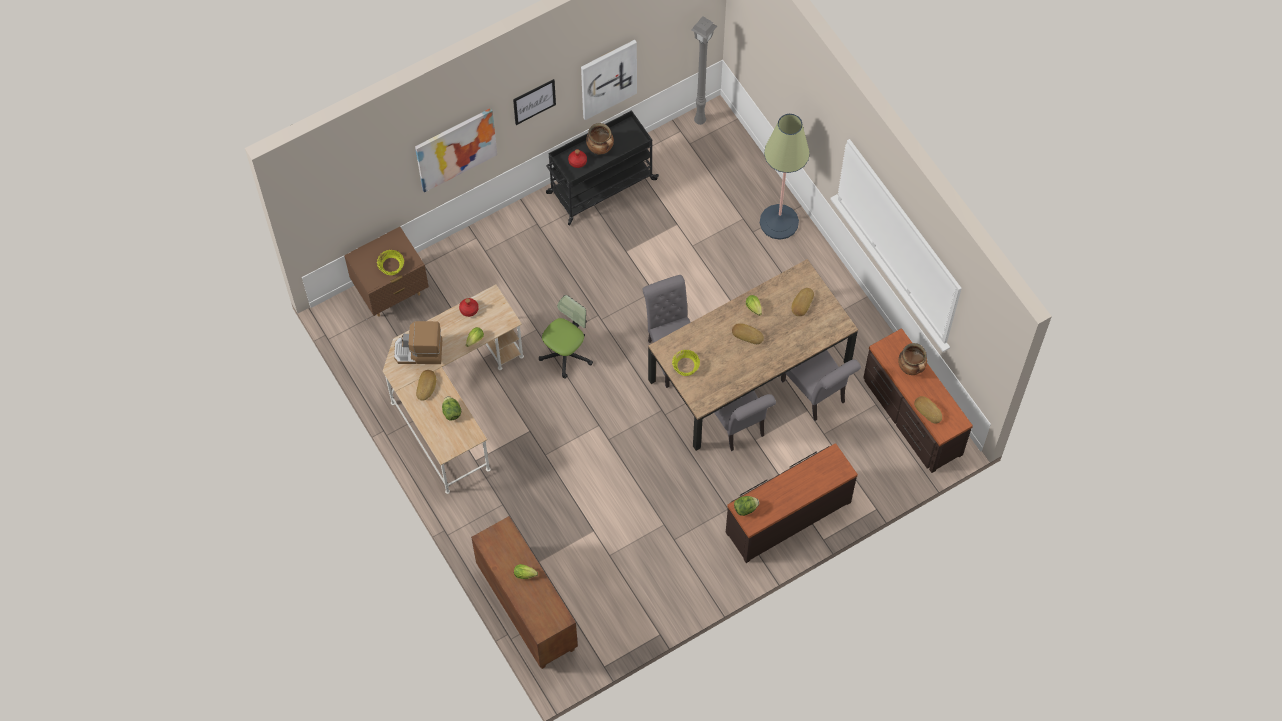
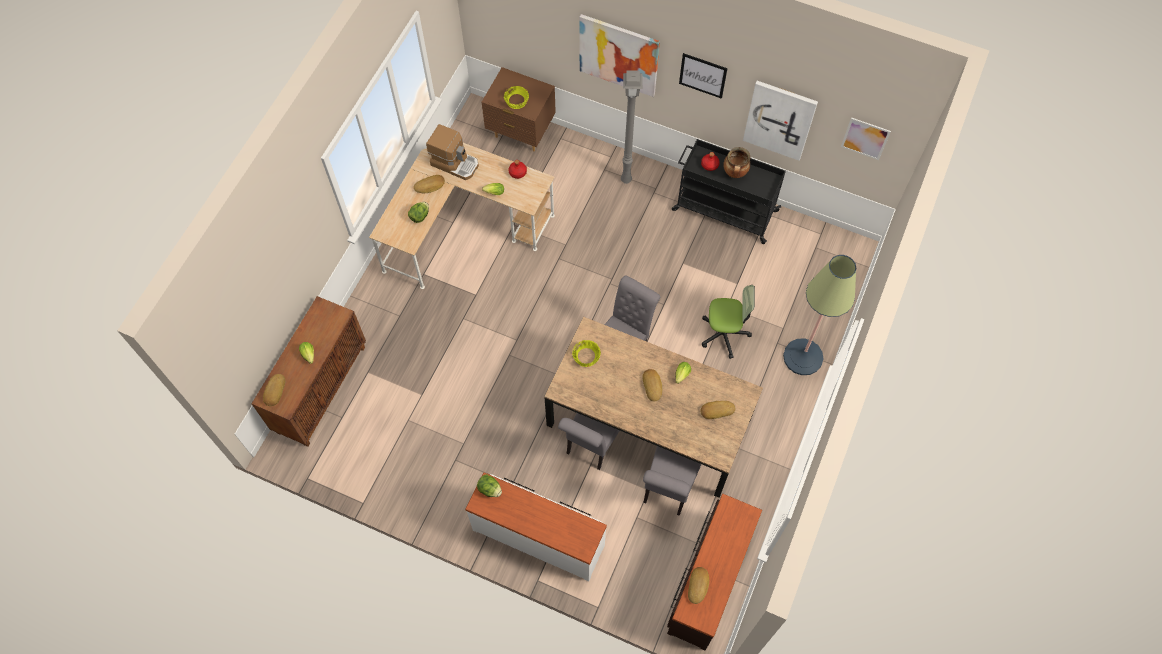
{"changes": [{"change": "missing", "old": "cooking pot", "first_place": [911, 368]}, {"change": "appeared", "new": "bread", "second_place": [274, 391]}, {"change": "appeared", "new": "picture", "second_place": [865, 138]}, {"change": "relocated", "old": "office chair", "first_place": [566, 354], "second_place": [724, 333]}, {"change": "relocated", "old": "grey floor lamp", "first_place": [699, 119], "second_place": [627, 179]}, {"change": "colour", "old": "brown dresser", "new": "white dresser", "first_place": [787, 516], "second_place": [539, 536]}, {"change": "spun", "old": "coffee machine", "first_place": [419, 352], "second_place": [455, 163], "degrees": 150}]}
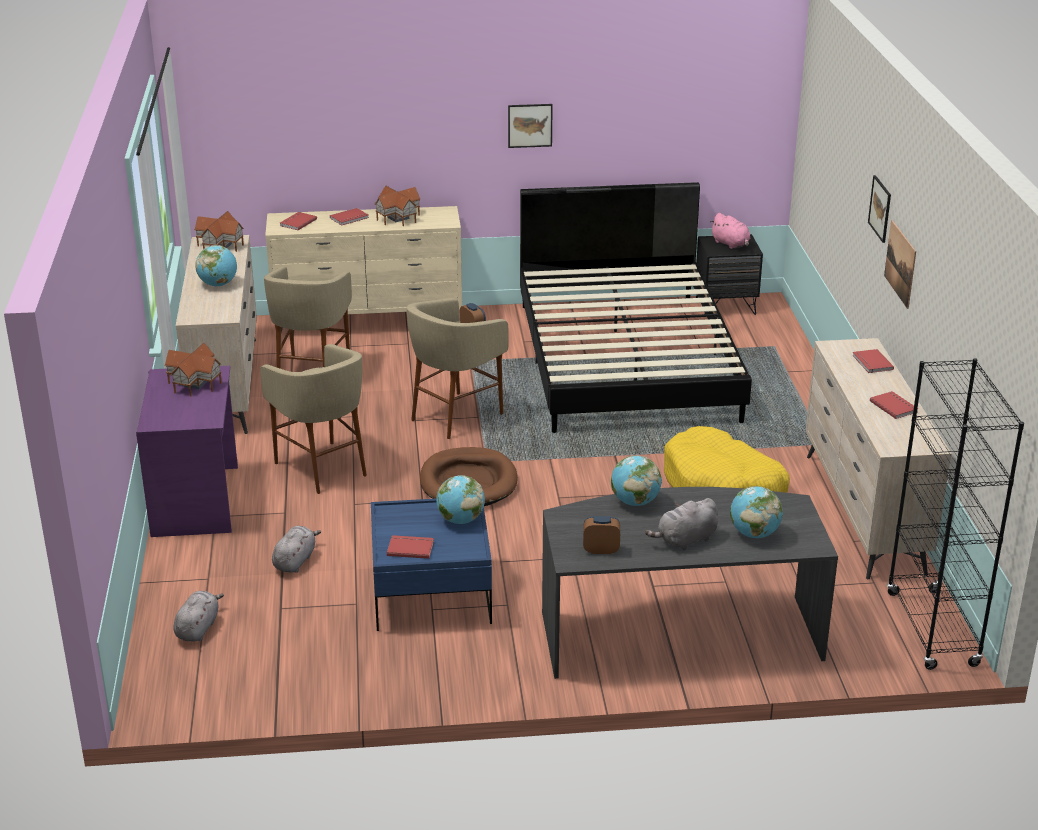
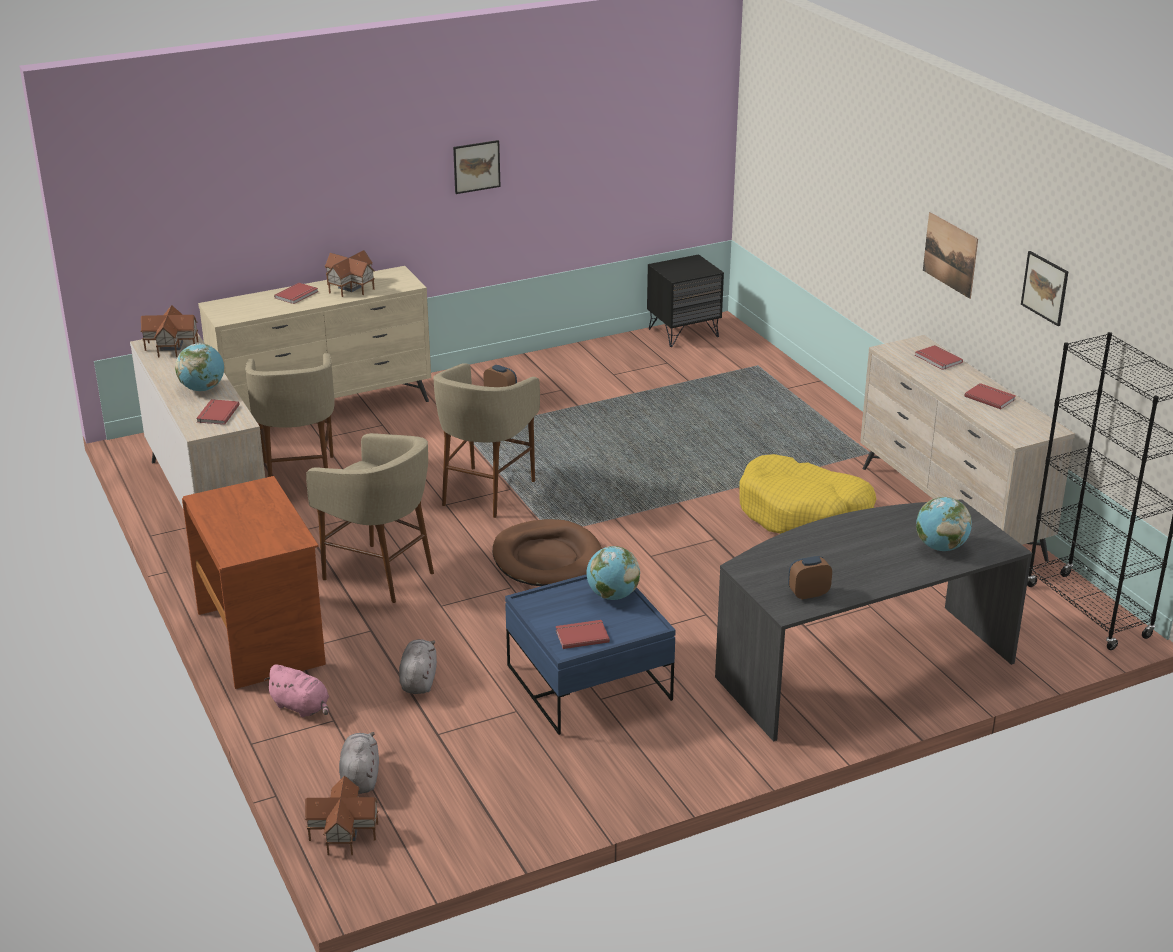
{"changes": [{"change": "missing", "old": "black bed", "first_place": [626, 360]}, {"change": "missing", "old": "globe", "first_place": [635, 502]}, {"change": "missing", "old": "grey plush toy", "first_place": [685, 540]}, {"change": "relocated", "old": "toy house", "first_place": [194, 383], "second_place": [343, 831]}, {"change": "relocated", "old": "red book", "first_place": [297, 222], "second_place": [216, 414]}, {"change": "relocated", "old": "pink plush toy", "first_place": [731, 244], "second_place": [301, 707]}, {"change": "relocated", "old": "picture", "first_place": [880, 208], "second_place": [1045, 288]}, {"change": "colour", "old": "purple desk", "new": "brown desk", "first_place": [197, 501], "second_place": [262, 638]}]}
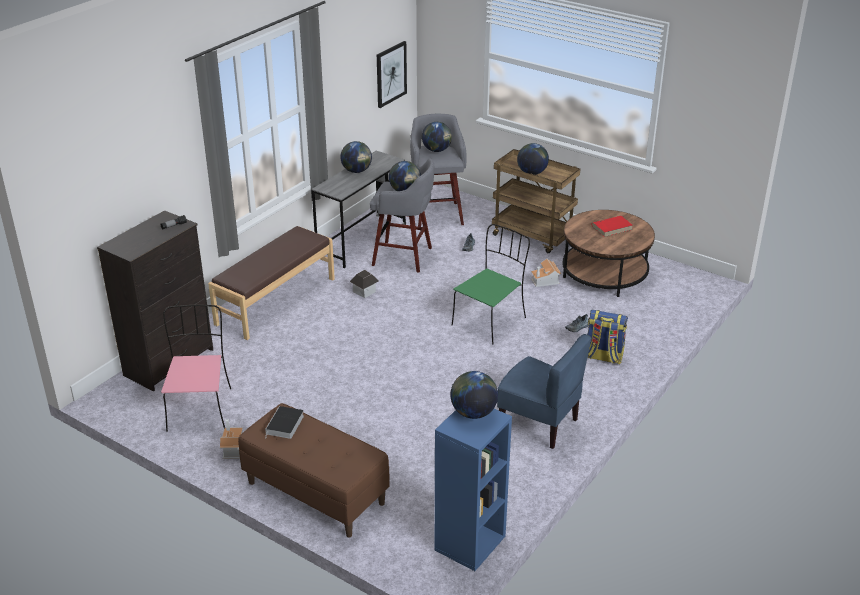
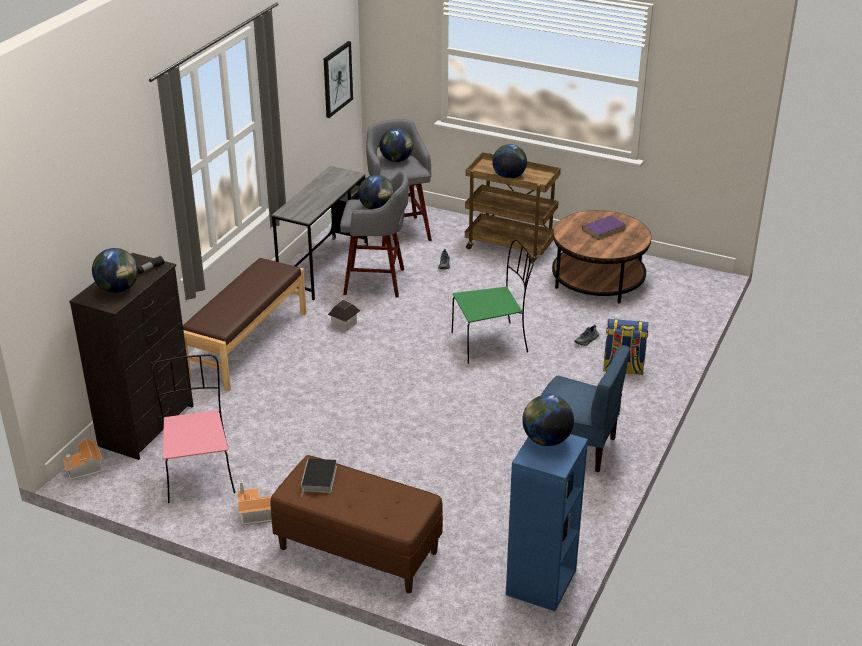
{"changes": [{"change": "relocated", "old": "globe", "first_place": [357, 171], "second_place": [118, 289]}, {"change": "relocated", "old": "toy house", "first_place": [545, 280], "second_place": [85, 468]}, {"change": "colour", "old": "red book", "new": "purple book", "first_place": [612, 228], "second_place": [604, 229]}, {"change": "spun", "old": "green chair", "first_place": [490, 321], "second_place": [491, 342], "degrees": 45}]}
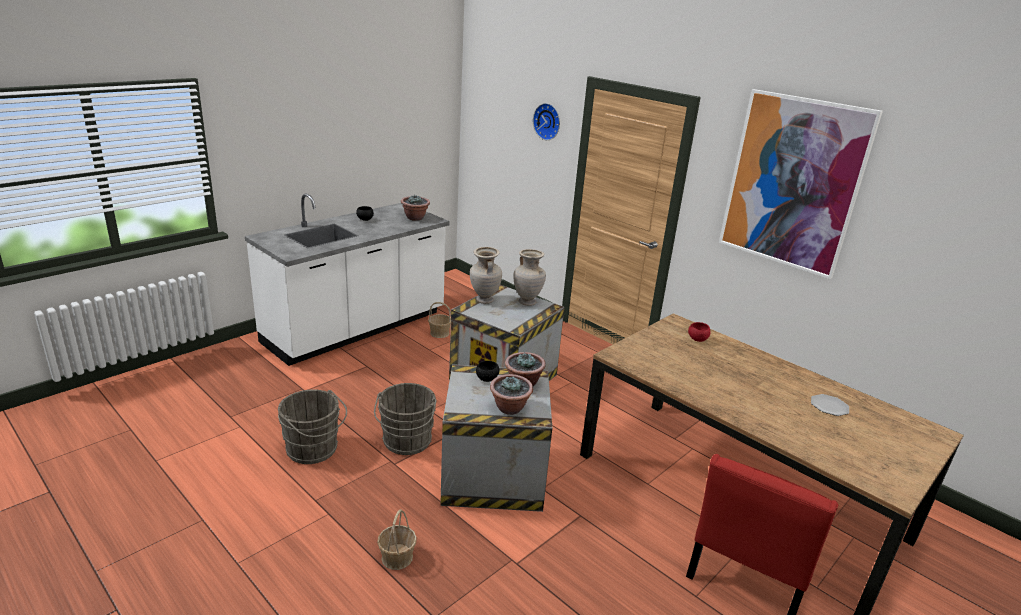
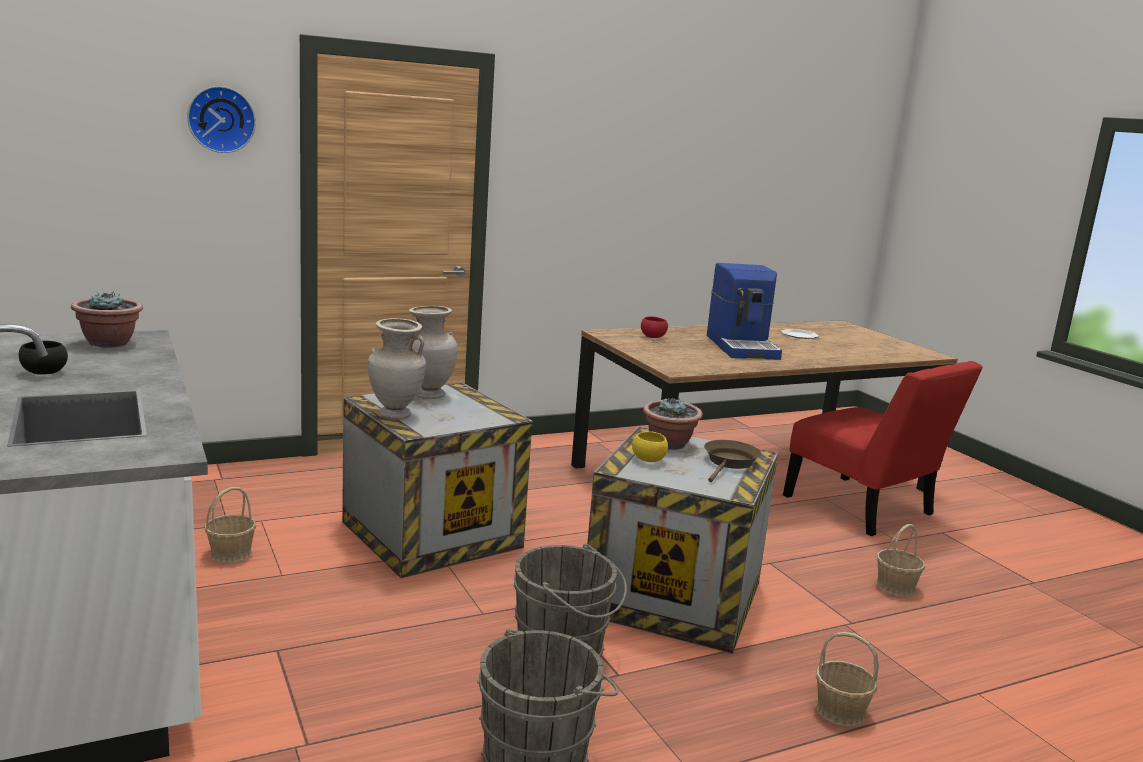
{"changes": [{"change": "missing", "old": "picture", "first_place": [793, 183]}, {"change": "appeared", "new": "coffee machine", "second_place": [743, 347]}, {"change": "appeared", "new": "basket", "second_place": [896, 587]}, {"change": "exchanged", "old": "potted plant", "new": "brown frying pan", "first_place": [510, 408], "second_place": [729, 463]}, {"change": "colour", "old": "black bowl", "new": "yellow bowl", "first_place": [487, 379], "second_place": [648, 460]}]}
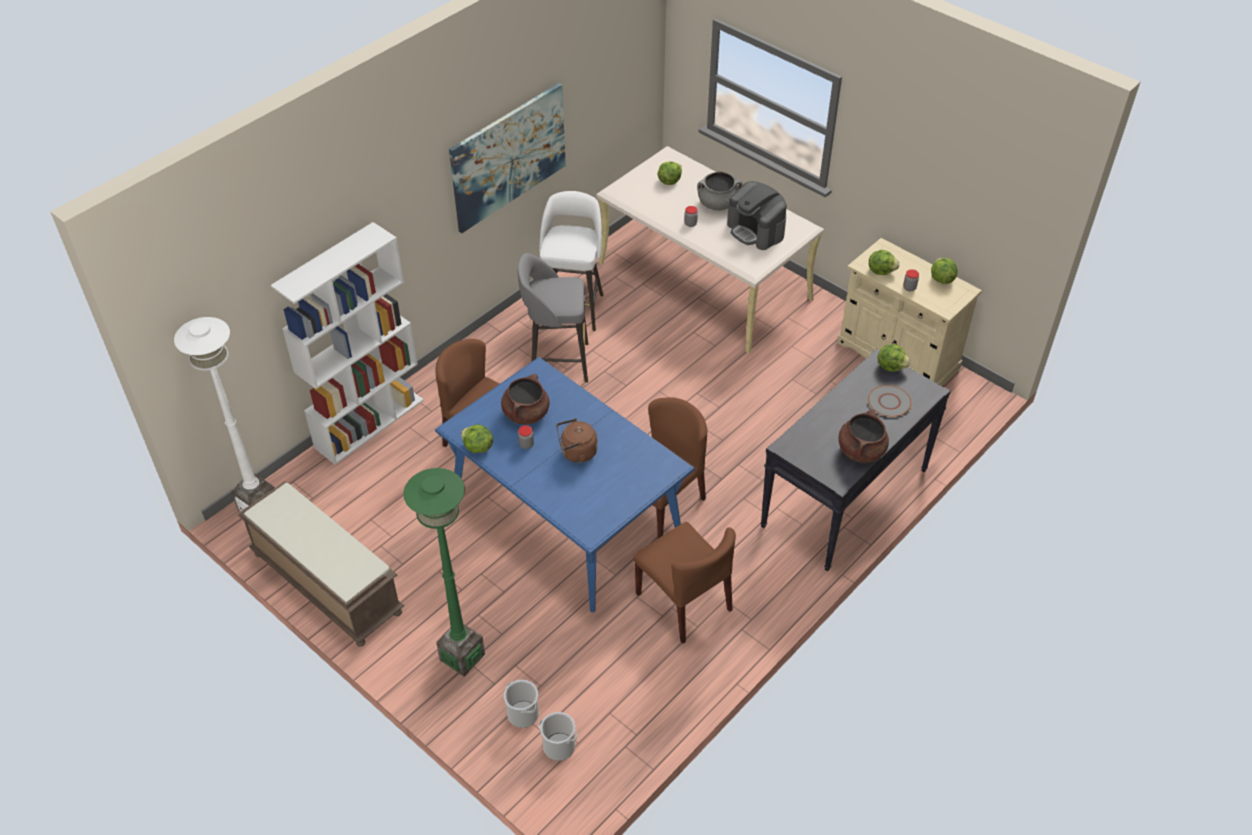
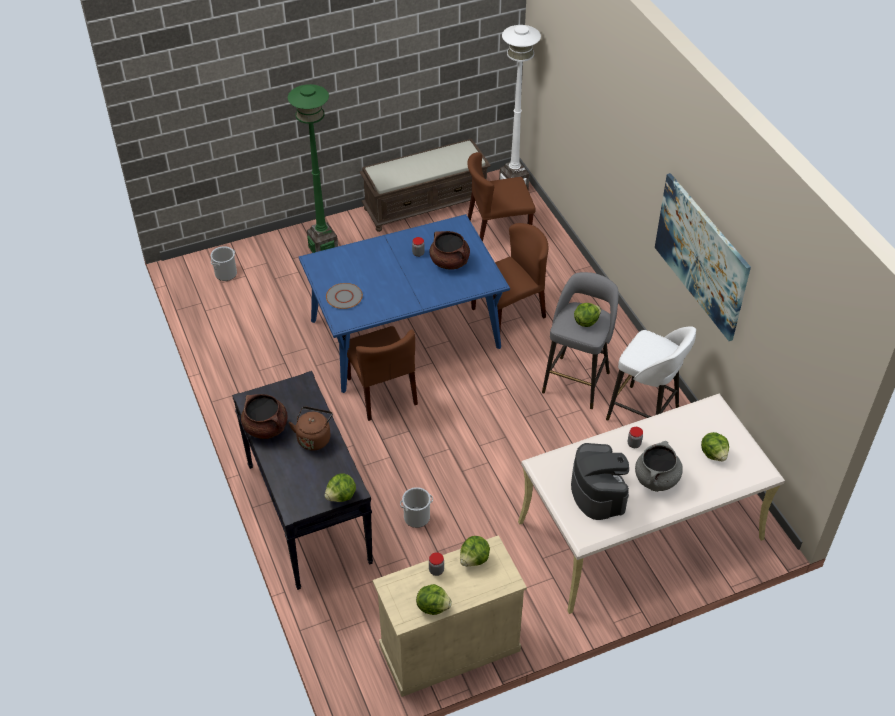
{"changes": [{"change": "missing", "old": "white bookcase", "first_place": [369, 423]}, {"change": "relocated", "old": "lettuce", "first_place": [477, 447], "second_place": [586, 321]}, {"change": "relocated", "old": "bucket", "first_place": [523, 714], "second_place": [416, 517]}, {"change": "relocated", "old": "brown kettle", "first_place": [576, 453], "second_place": [314, 438]}, {"change": "relocated", "old": "brown chair", "first_place": [684, 602], "second_place": [498, 231]}, {"change": "relocated", "old": "grey plate", "first_place": [889, 402], "second_place": [344, 296]}, {"change": "spun", "old": "coffee machine", "first_place": [756, 230], "second_place": [598, 492], "degrees": 90}]}
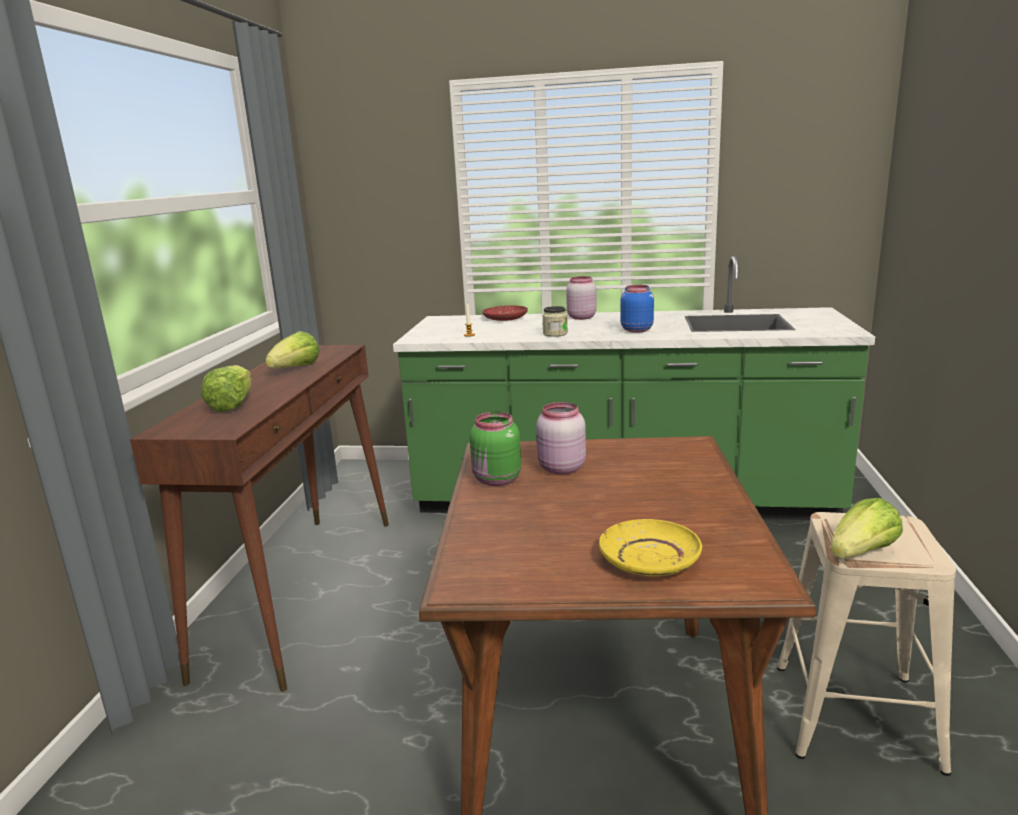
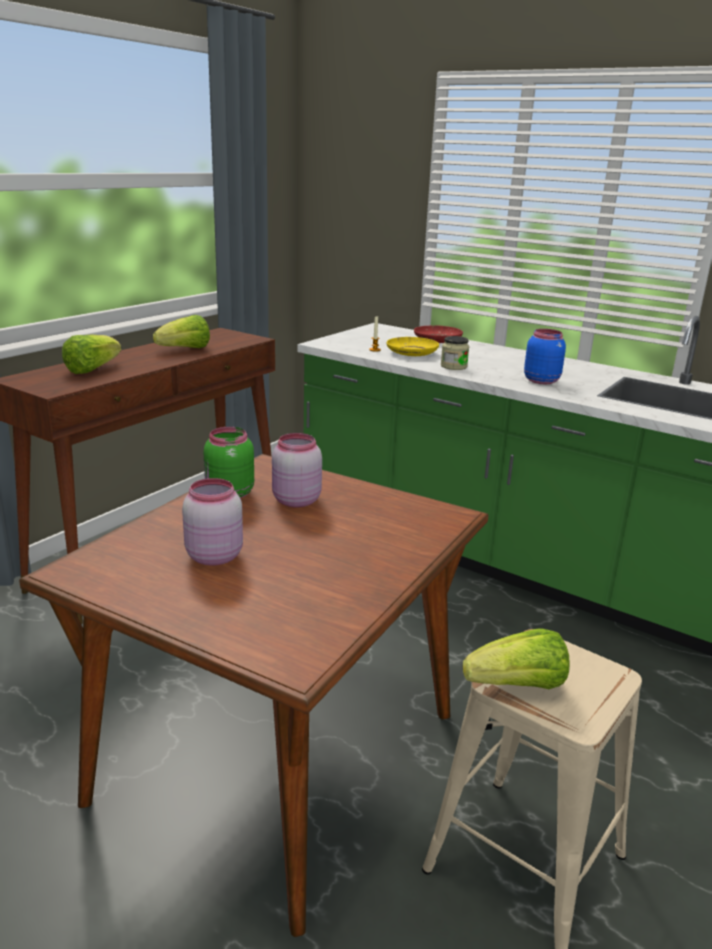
{"changes": [{"change": "relocated", "old": "pink jar", "first_place": [580, 317], "second_place": [213, 556]}, {"change": "relocated", "old": "yellow plate", "first_place": [649, 560], "second_place": [412, 353]}]}
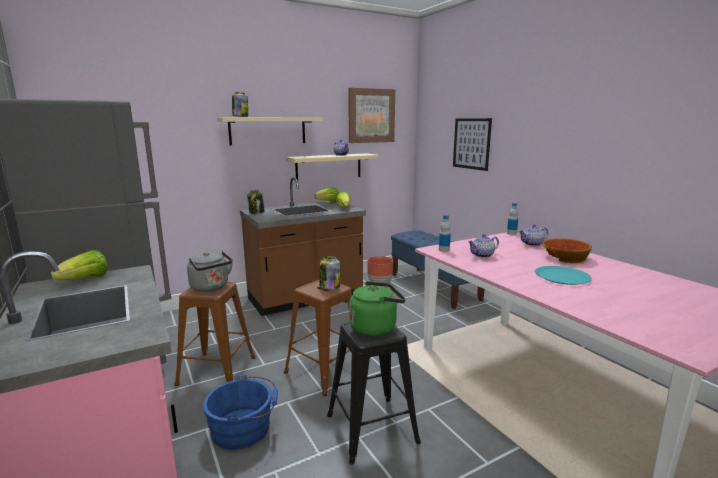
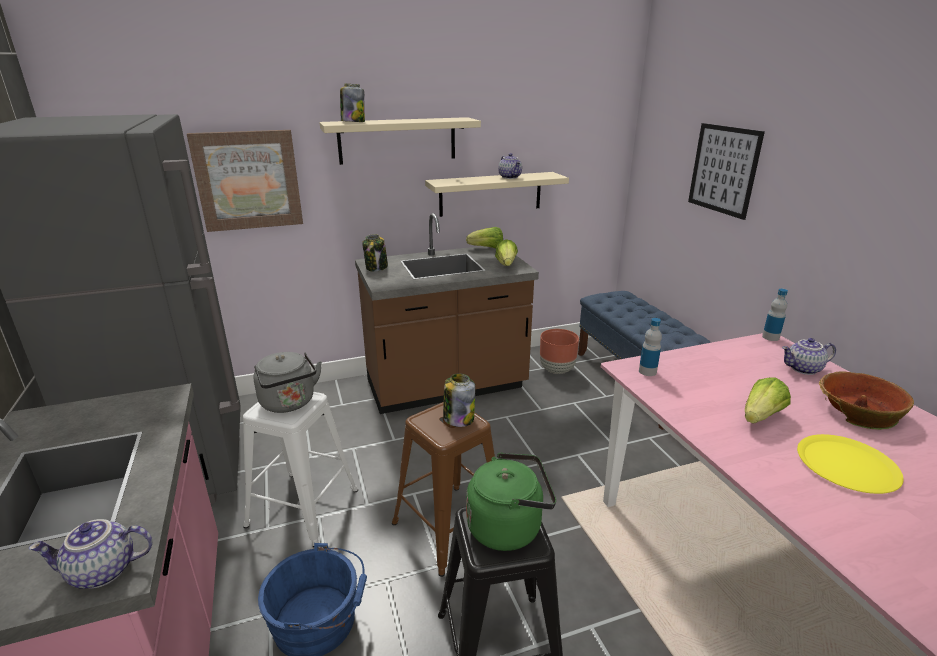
{"changes": [{"change": "relocated", "old": "lettuce", "first_place": [85, 279], "second_place": [761, 417]}, {"change": "relocated", "old": "picture", "first_place": [371, 116], "second_place": [248, 180]}, {"change": "relocated", "old": "teapot", "first_place": [482, 255], "second_place": [101, 572]}, {"change": "colour", "old": "brown stool", "new": "white stool", "first_place": [216, 370], "second_place": [302, 506]}, {"change": "colour", "old": "turquoise plate", "new": "yellow plate", "first_place": [562, 276], "second_place": [847, 465]}]}
